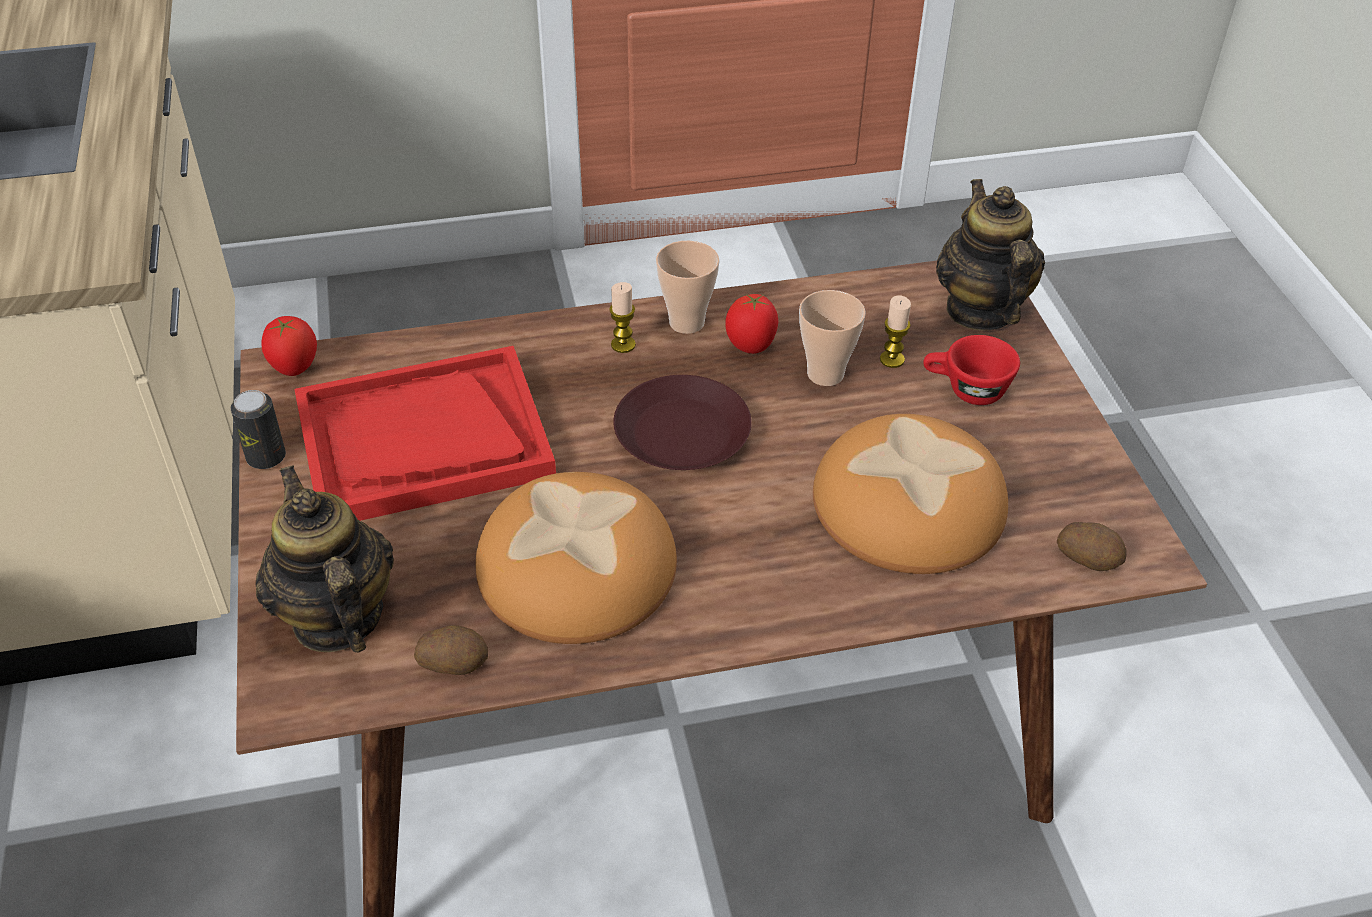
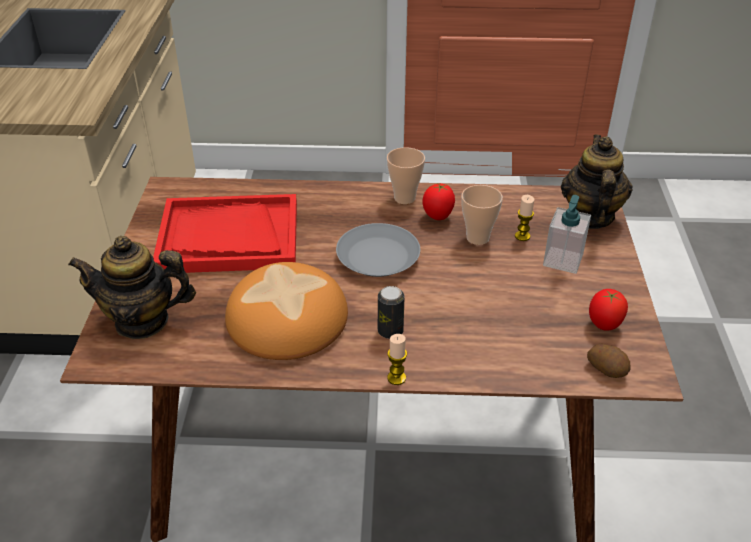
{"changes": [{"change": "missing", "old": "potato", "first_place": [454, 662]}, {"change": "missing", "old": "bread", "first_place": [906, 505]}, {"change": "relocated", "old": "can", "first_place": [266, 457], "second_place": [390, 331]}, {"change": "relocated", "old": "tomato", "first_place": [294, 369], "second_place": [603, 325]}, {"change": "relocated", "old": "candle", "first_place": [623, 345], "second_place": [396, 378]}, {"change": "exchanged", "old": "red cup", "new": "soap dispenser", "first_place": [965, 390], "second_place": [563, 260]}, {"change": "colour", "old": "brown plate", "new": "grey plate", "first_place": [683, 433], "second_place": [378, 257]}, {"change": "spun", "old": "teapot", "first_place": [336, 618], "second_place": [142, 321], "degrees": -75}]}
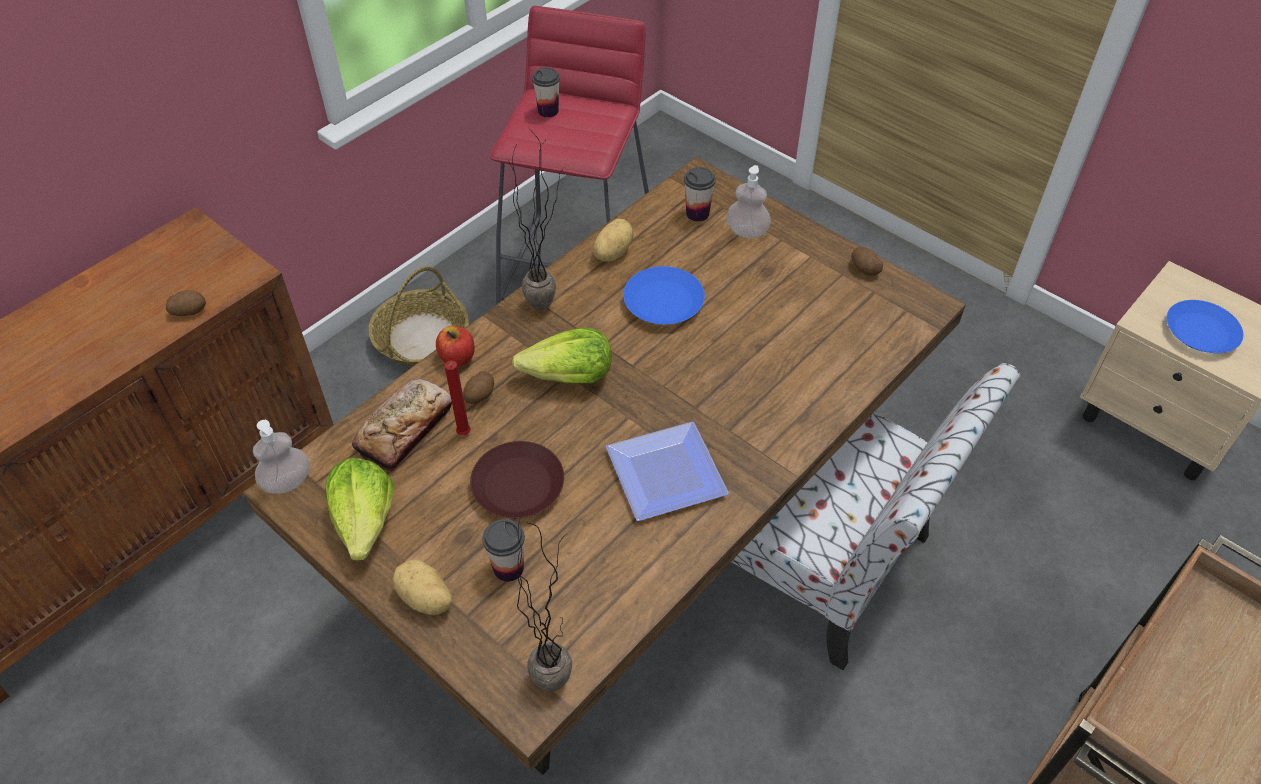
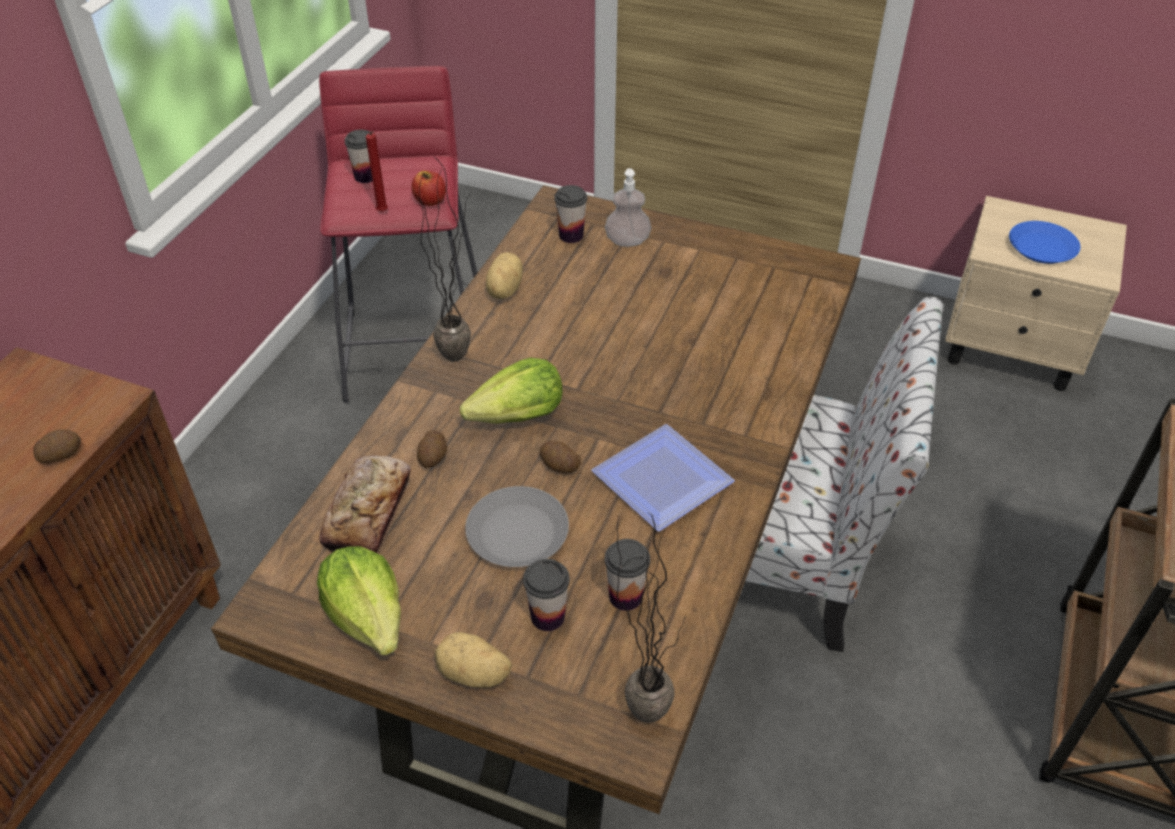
{"changes": [{"change": "missing", "old": "soap dispenser", "first_place": [287, 482]}, {"change": "missing", "old": "basket", "first_place": [421, 338]}, {"change": "missing", "old": "blue plate", "first_place": [664, 302]}, {"change": "appeared", "new": "cup", "second_place": [625, 597]}, {"change": "relocated", "old": "apple", "first_place": [457, 358], "second_place": [430, 201]}, {"change": "relocated", "old": "red candle", "first_place": [464, 435], "second_place": [383, 212]}, {"change": "relocated", "old": "potato", "first_place": [864, 269], "second_place": [559, 466]}, {"change": "colour", "old": "brown plate", "new": "grey plate", "first_place": [517, 486], "second_place": [516, 534]}]}
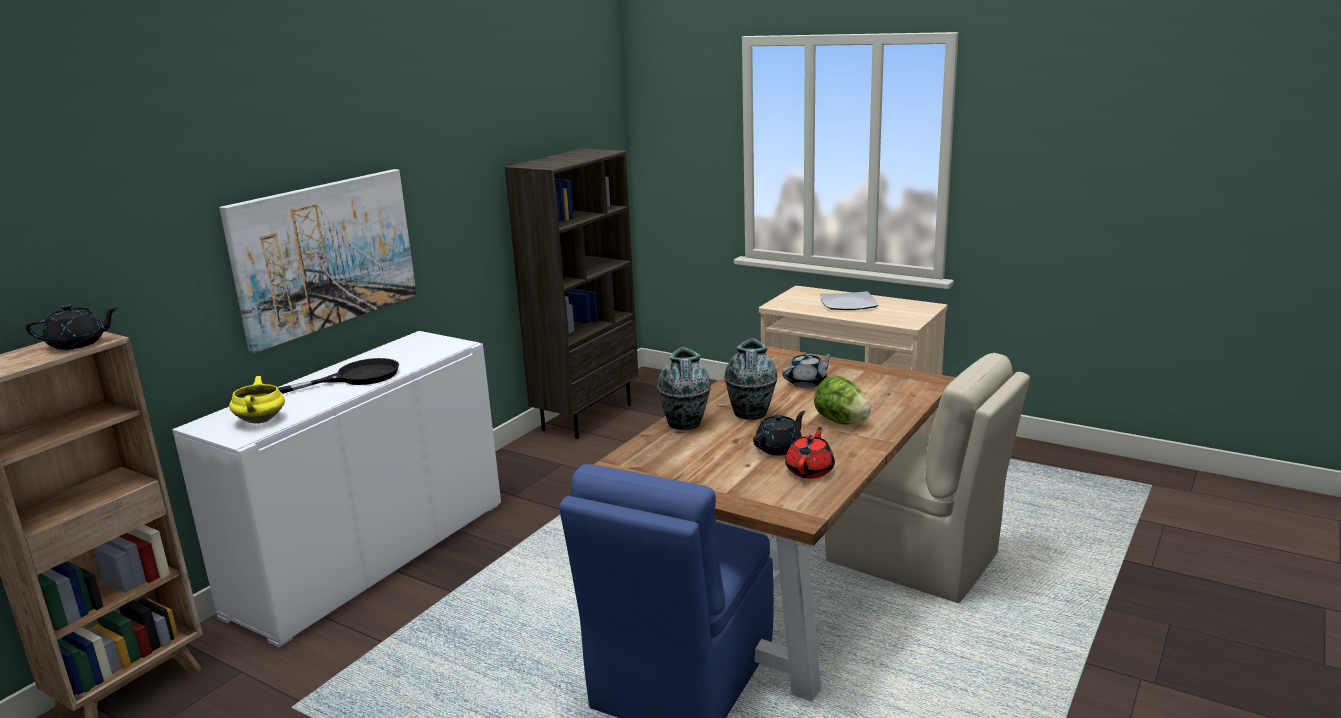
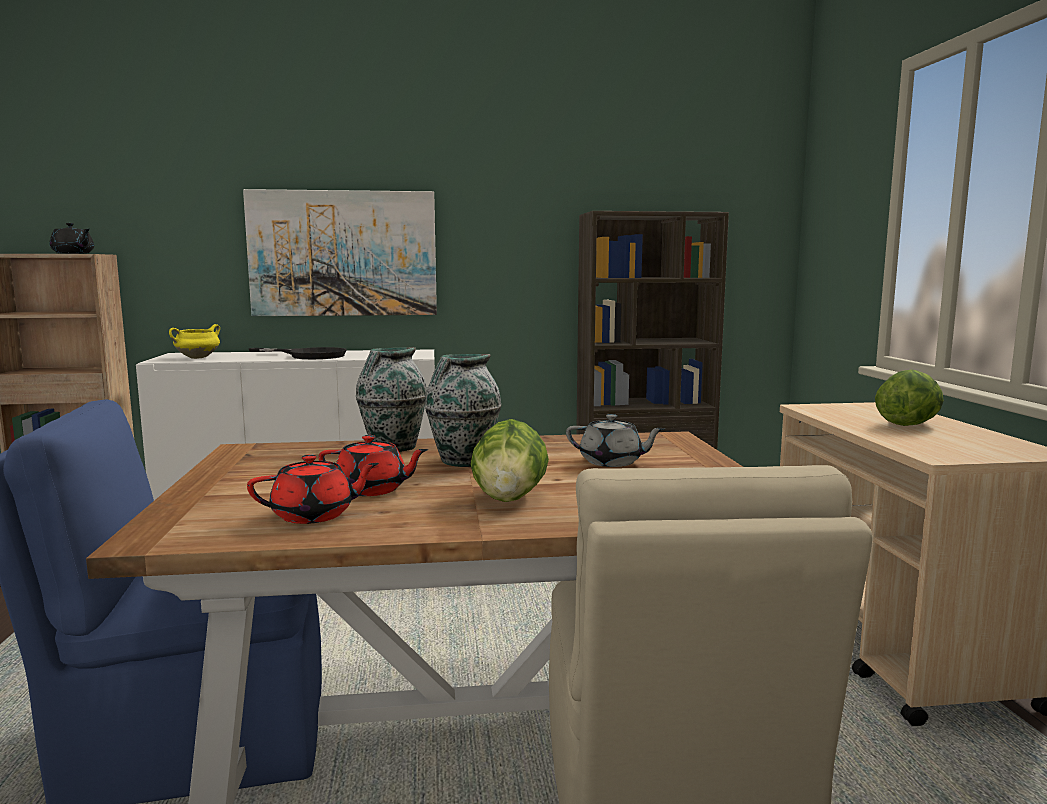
{"changes": [{"change": "exchanged", "old": "plate", "new": "lettuce", "first_place": [848, 304], "second_place": [908, 425]}, {"change": "colour", "old": "black teapot", "new": "red teapot", "first_place": [779, 448], "second_place": [372, 490]}]}
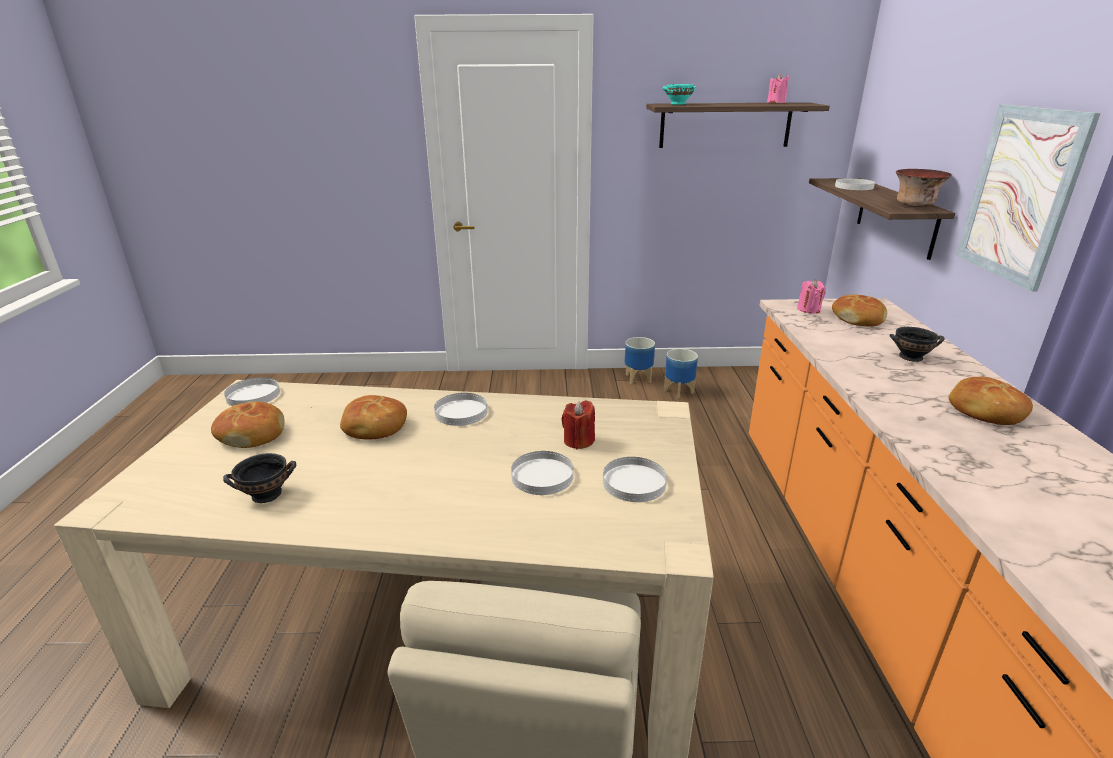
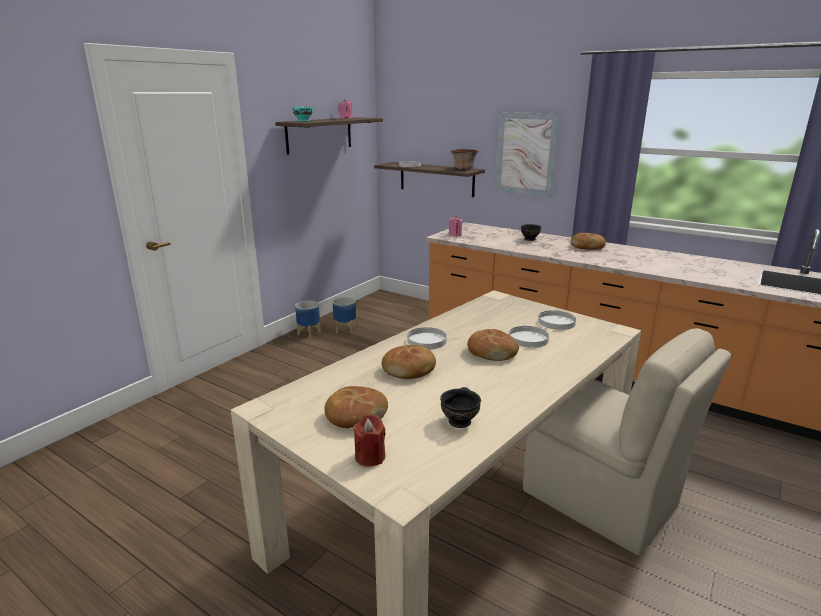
{"changes": [{"change": "missing", "old": "white plate", "first_place": [252, 395]}, {"change": "relocated", "old": "red candle", "first_place": [578, 441], "second_place": [370, 457]}, {"change": "relocated", "old": "bread", "first_place": [858, 318], "second_place": [491, 352]}]}
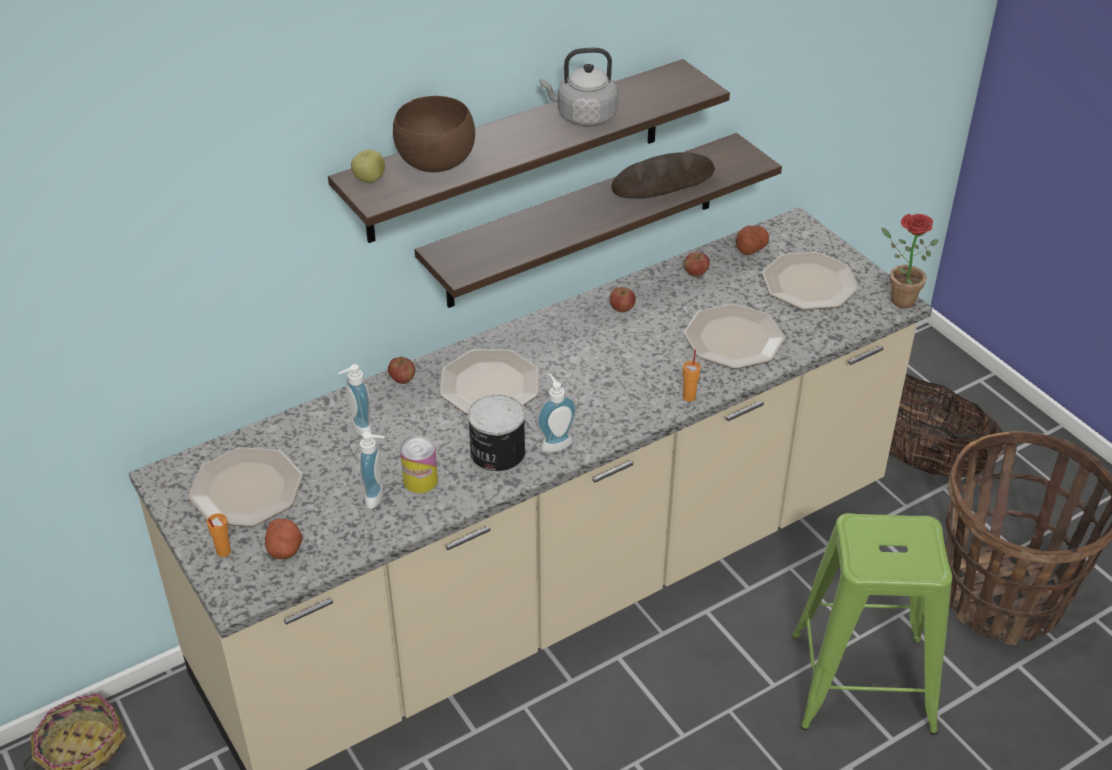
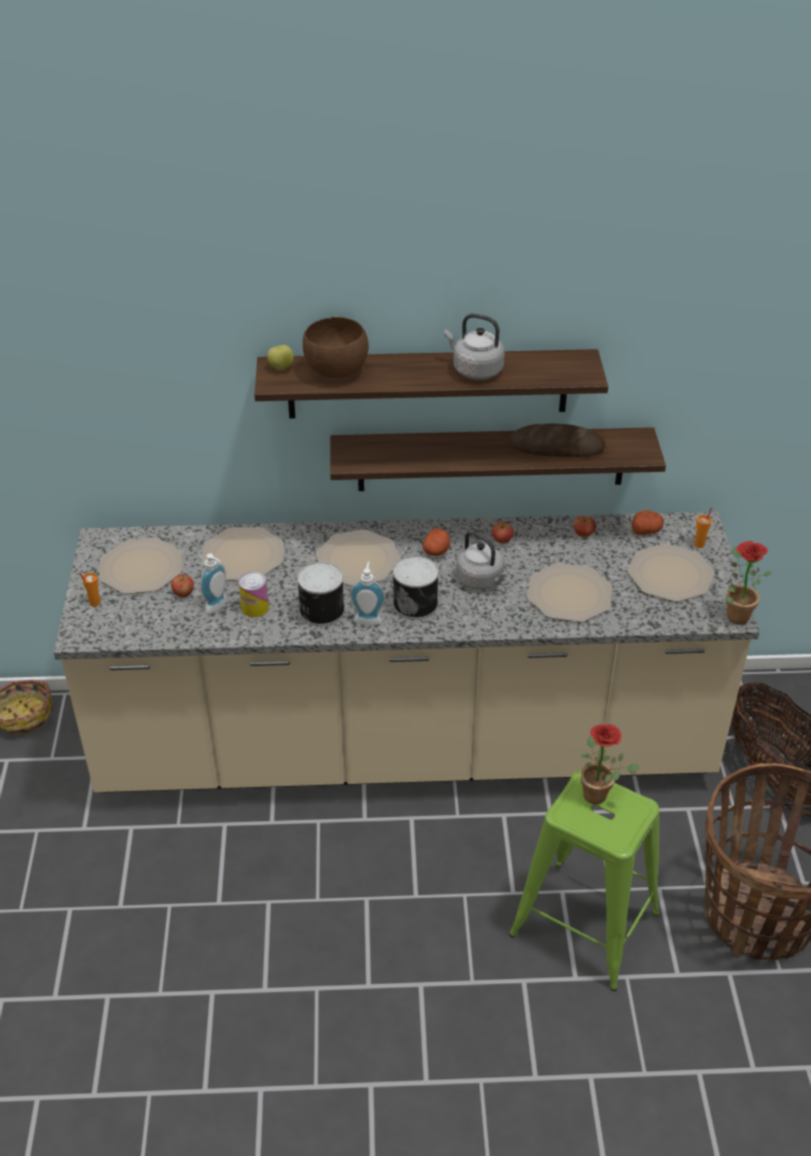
{"changes": [{"change": "appeared", "new": "can", "second_place": [416, 603]}, {"change": "appeared", "new": "grey kettle", "second_place": [481, 580]}, {"change": "appeared", "new": "potted plant", "second_place": [600, 795]}, {"change": "relocated", "old": "potato", "first_place": [285, 549], "second_place": [436, 551]}, {"change": "relocated", "old": "apple", "first_place": [402, 380], "second_place": [183, 594]}, {"change": "relocated", "old": "orange cup", "first_place": [689, 397], "second_place": [699, 544]}, {"change": "exchanged", "old": "soap dispenser", "new": "plate", "first_place": [358, 429], "second_place": [243, 556]}]}
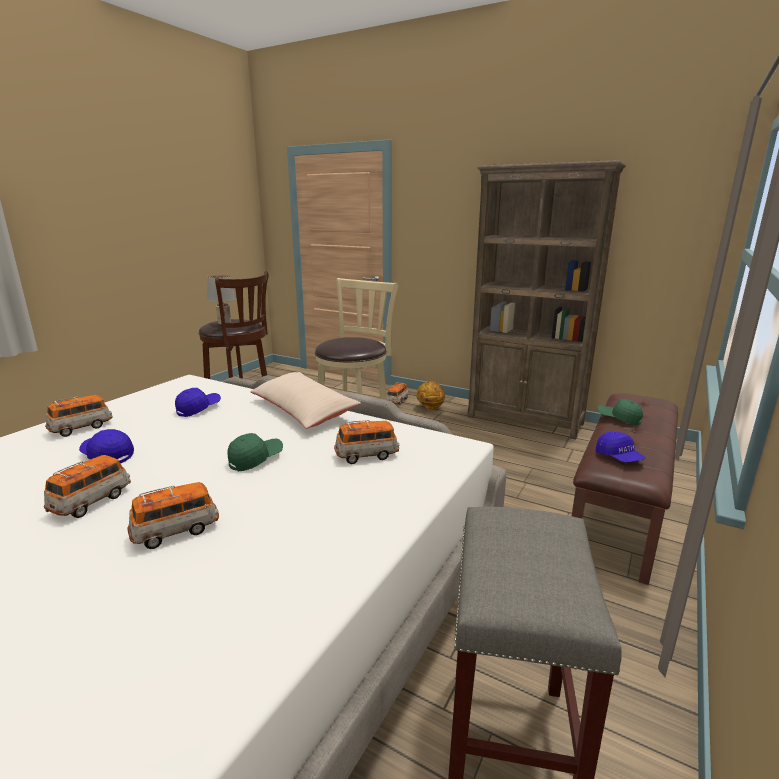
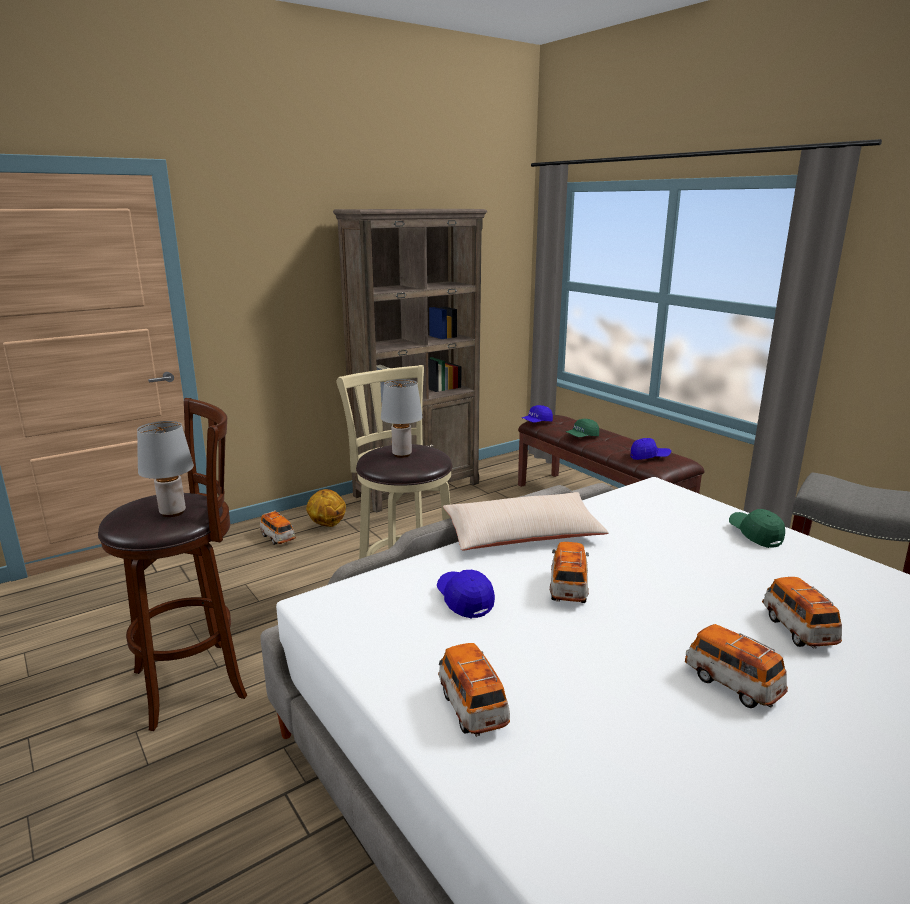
{"changes": [{"change": "appeared", "new": "grey table lamp", "second_place": [401, 454]}, {"change": "relocated", "old": "blue cap", "first_place": [107, 456], "second_place": [536, 422]}, {"change": "relocated", "old": "green cap", "first_place": [256, 459], "second_place": [755, 535]}, {"change": "relocated", "old": "toy car", "first_place": [367, 455], "second_place": [568, 589]}]}
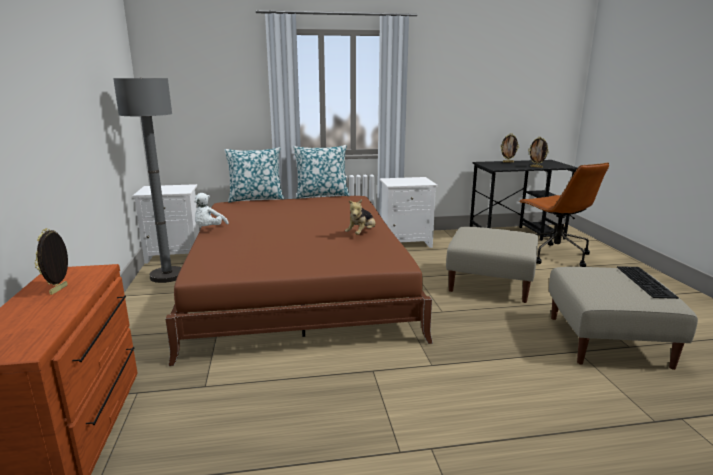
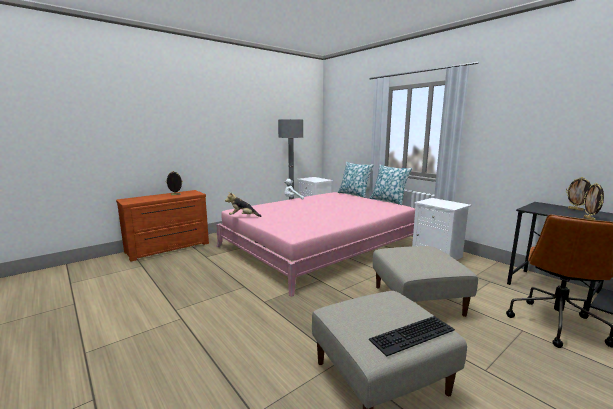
{"changes": [{"change": "relocated", "old": "plush toy", "first_place": [361, 234], "second_place": [243, 217]}, {"change": "colour", "old": "brown bed", "new": "pink bed", "first_place": [298, 284], "second_place": [319, 245]}]}
